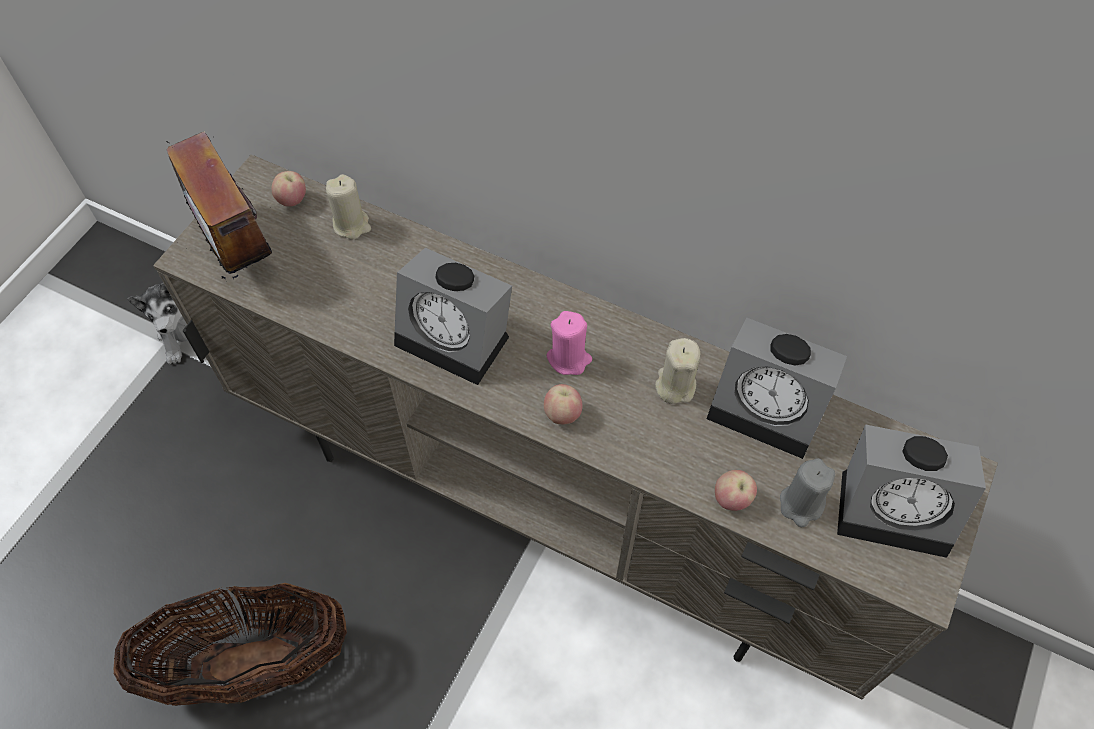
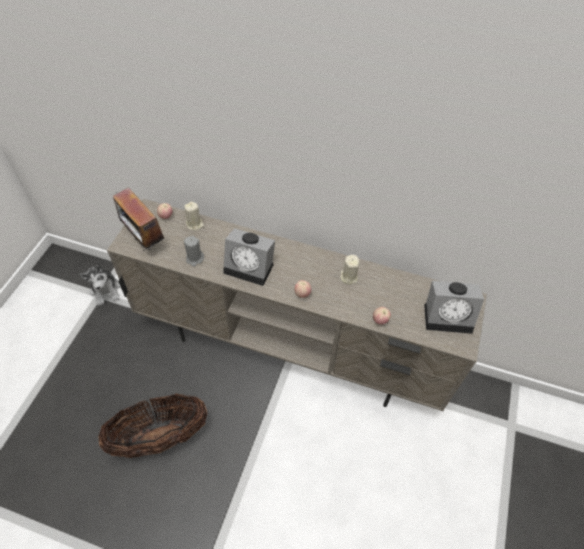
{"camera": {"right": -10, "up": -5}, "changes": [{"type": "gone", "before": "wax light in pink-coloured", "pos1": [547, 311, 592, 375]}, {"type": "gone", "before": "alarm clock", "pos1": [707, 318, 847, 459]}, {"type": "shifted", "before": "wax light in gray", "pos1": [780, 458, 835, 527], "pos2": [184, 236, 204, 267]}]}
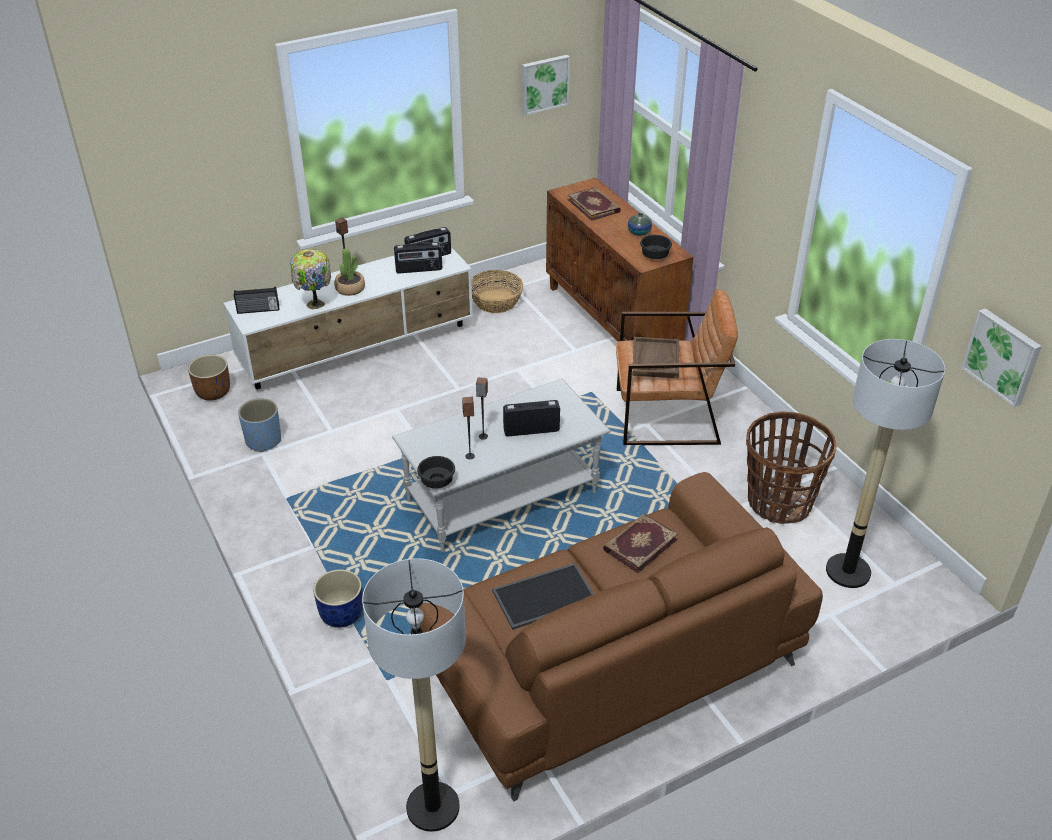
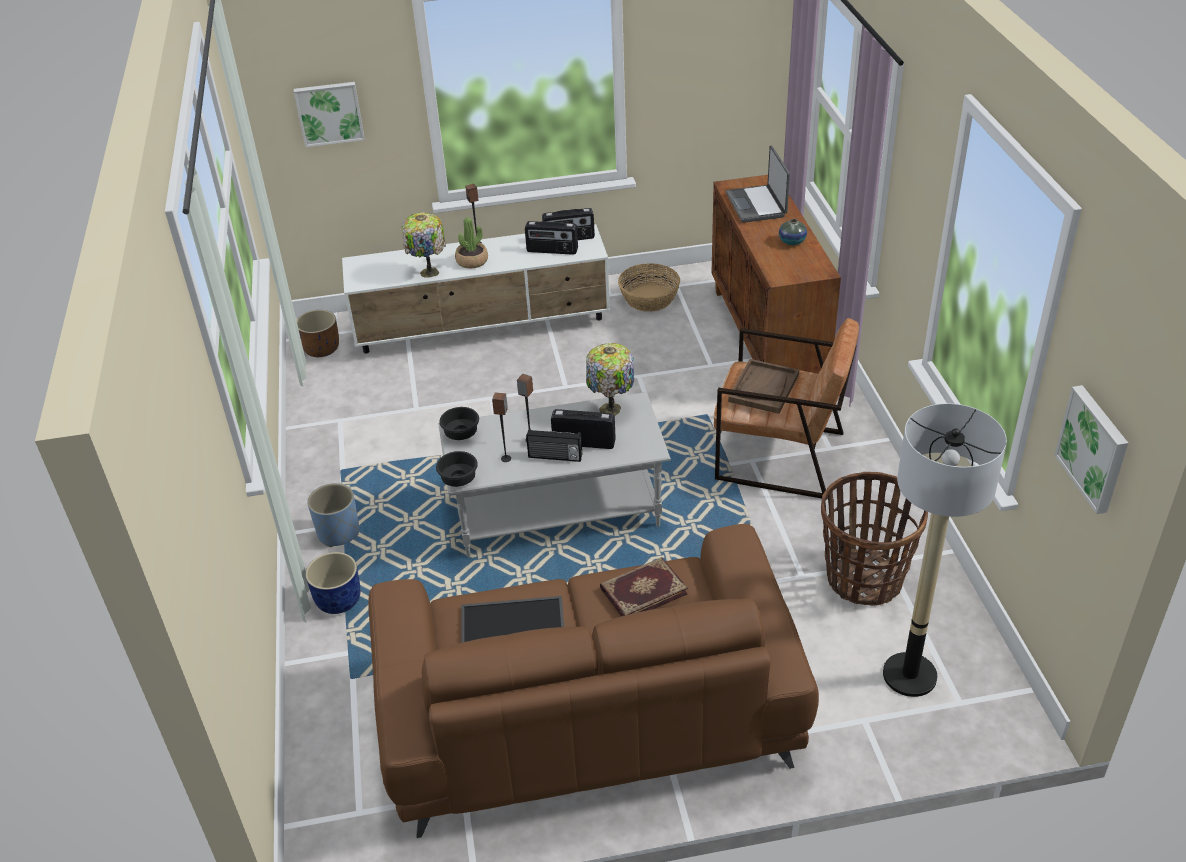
{"camera": {"right": 20, "up": 0}, "changes": [{"type": "shifted", "before": "picture", "pos1": [522, 55, 570, 115], "pos2": [294, 82, 365, 147]}, {"type": "swapped", "before": "book", "after": "portable computer", "pos1": [568, 187, 621, 221], "pos2": [726, 145, 790, 223]}, {"type": "shifted", "before": "deep dish in black", "pos1": [640, 235, 672, 259], "pos2": [439, 407, 479, 440]}, {"type": "shifted", "before": "radio set", "pos1": [234, 287, 279, 314], "pos2": [526, 428, 582, 462]}, {"type": "shifted", "before": "flower pot in blue-coloured", "pos1": [238, 398, 281, 452], "pos2": [307, 483, 359, 547]}, {"type": "gone", "before": "standard lamp", "pos1": [362, 558, 466, 832]}, {"type": "new", "after": "tabletop lamp", "pos2": [586, 343, 634, 416]}]}
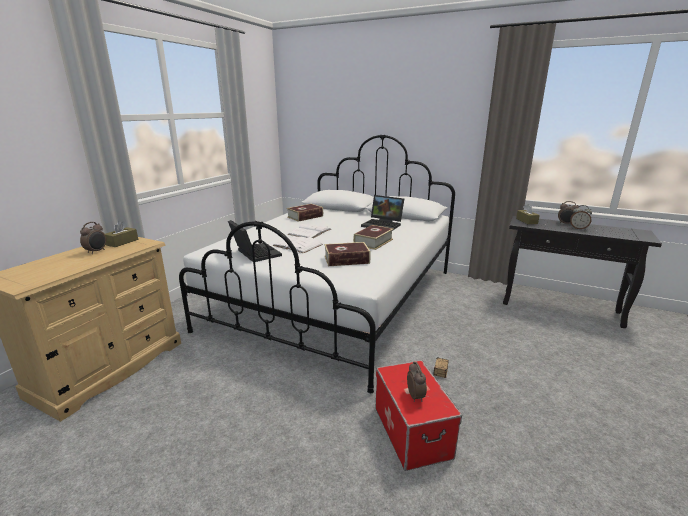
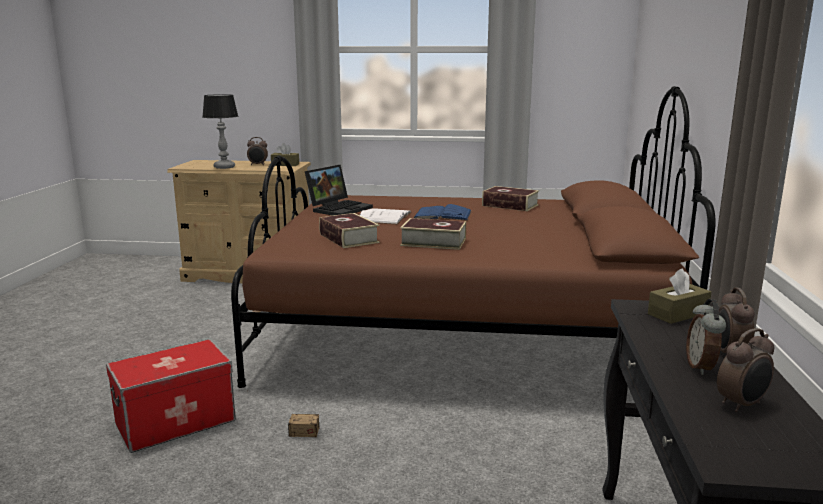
{"camera": {"right": 70, "up": -5}, "changes": [{"type": "repainted", "before": "sleeping bed in white", "after": "sleeping bed in brownish", "pos1": [179, 134, 455, 393], "pos2": [231, 86, 716, 388]}, {"type": "gone", "before": "portable computer", "pos1": [361, 195, 404, 231]}, {"type": "repainted", "before": "book in white", "after": "book in blue-coloured", "pos1": [288, 224, 331, 238], "pos2": [414, 204, 472, 221]}, {"type": "shifted", "before": "alarm clock", "pos1": [407, 362, 427, 402], "pos2": [717, 328, 774, 412]}, {"type": "new", "after": "tabletop lamp", "pos2": [203, 94, 238, 169]}]}
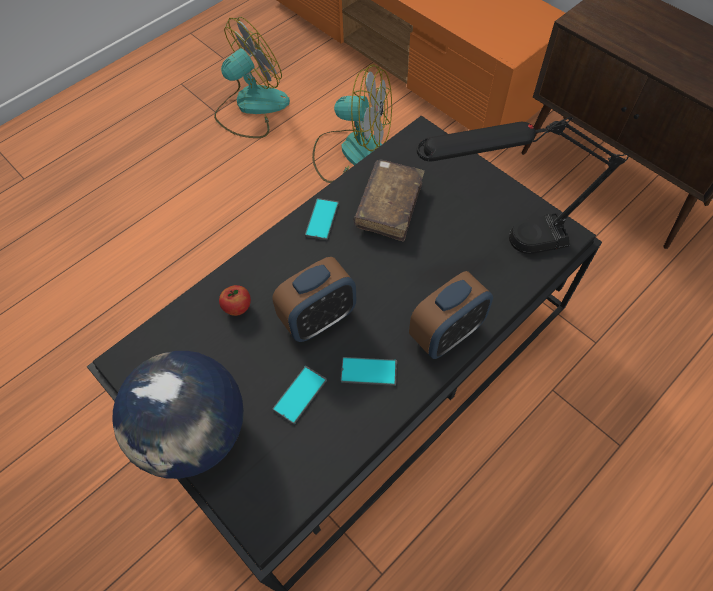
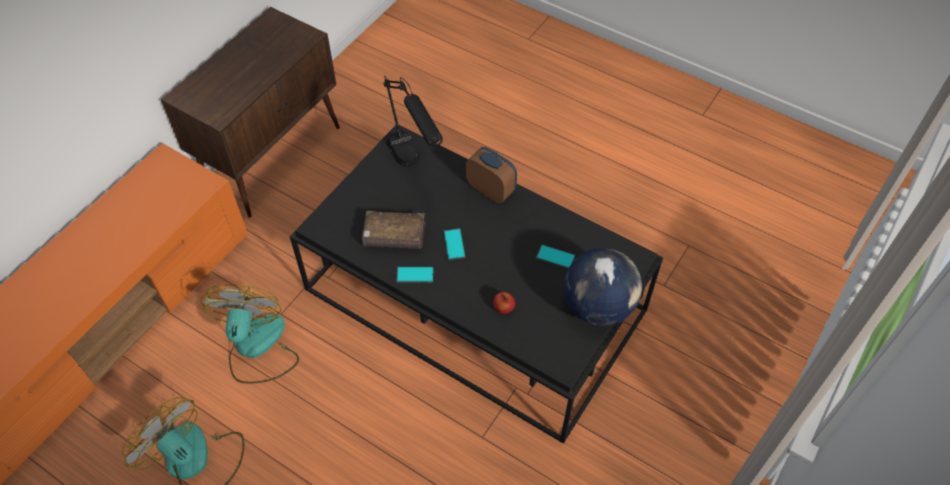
{"camera": {"right": -105, "up": -5}, "changes": [{"type": "gone", "before": "alarm clock", "pos1": [272, 257, 356, 342]}, {"type": "shifted", "before": "phone", "pos1": [341, 357, 397, 386], "pos2": [444, 228, 466, 260]}]}
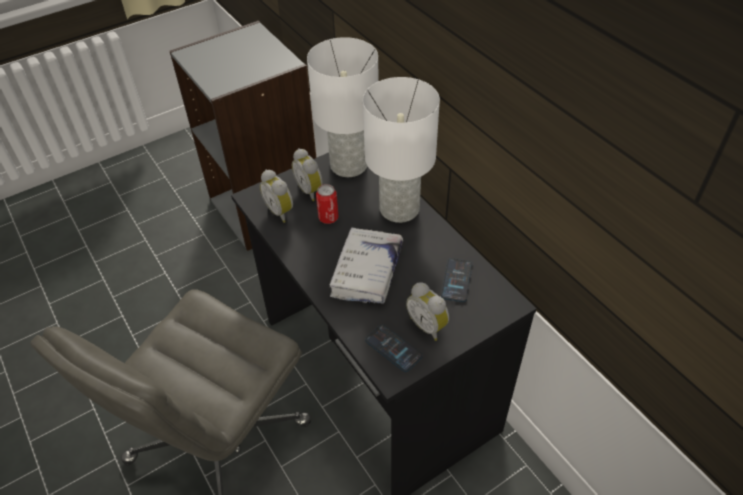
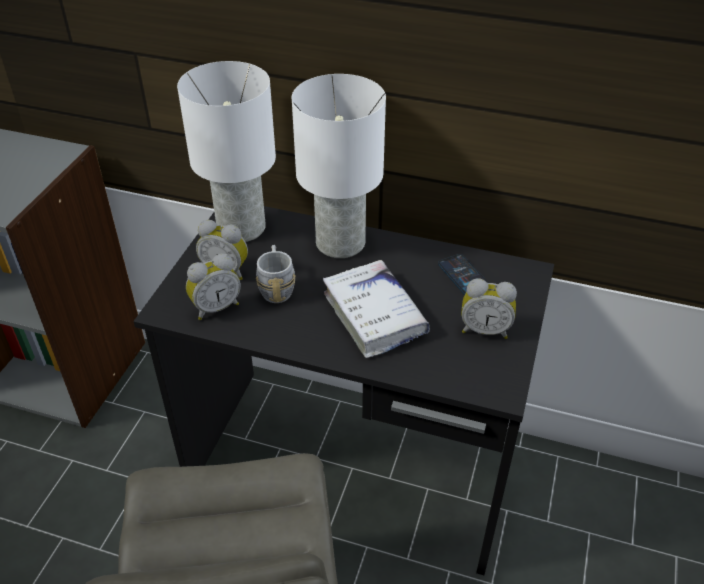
{"camera": {"right": -40, "up": -5}, "changes": [{"type": "rotated", "before": "alarm clock", "pos1": [259, 170, 293, 223], "pos2": [186, 253, 241, 320], "turn": -45}, {"type": "swapped", "before": "can", "after": "tea mug in gray", "pos1": [316, 184, 338, 224], "pos2": [256, 245, 296, 303]}, {"type": "gone", "before": "phone", "pos1": [365, 324, 423, 372]}]}
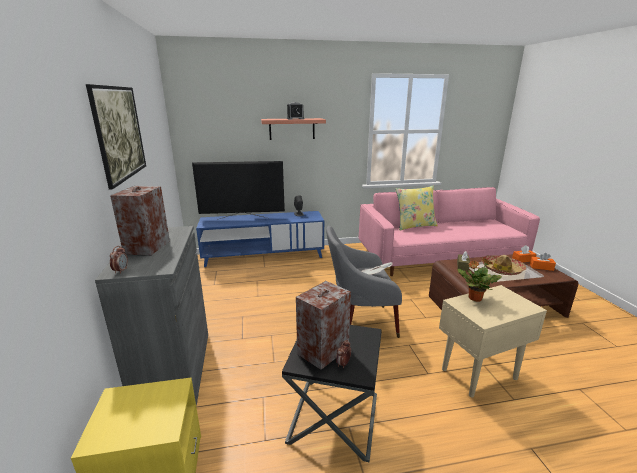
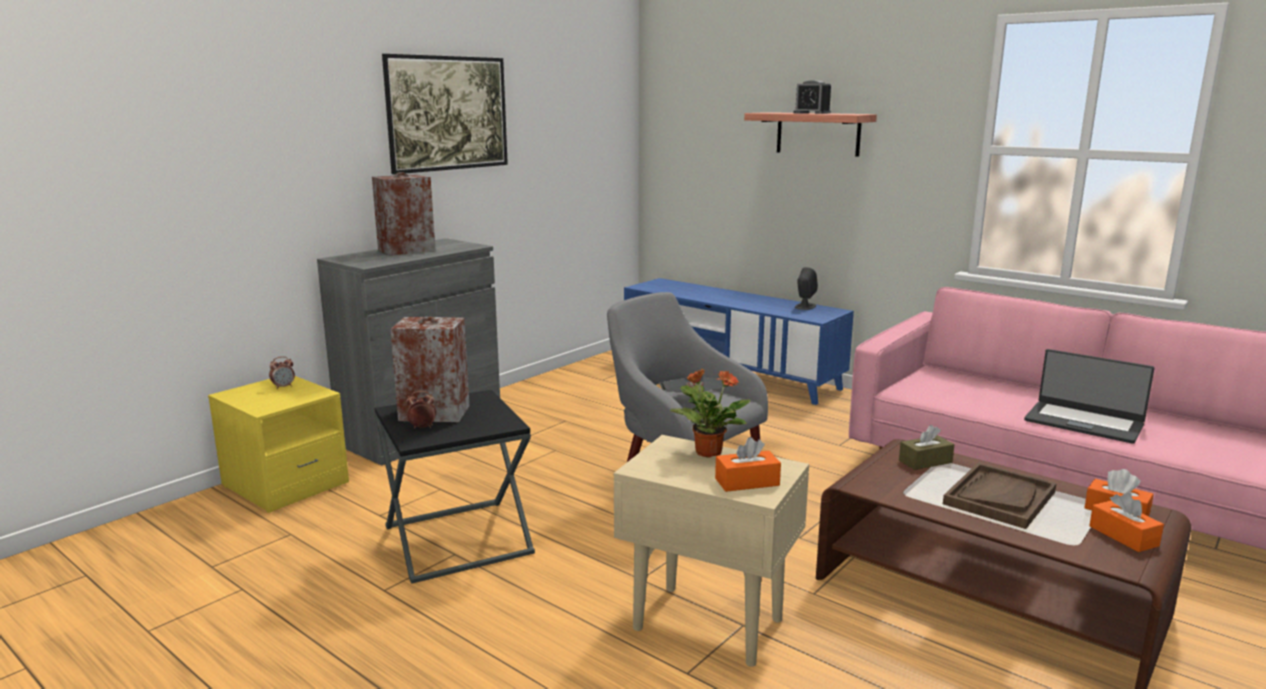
{"camera": {"right": 50, "up": -5}, "changes": [{"type": "gone", "before": "TV", "pos1": [192, 161, 285, 220]}, {"type": "gone", "before": "pillow in yellow", "pos1": [396, 185, 438, 230]}, {"type": "shifted", "before": "alarm clock", "pos1": [110, 246, 128, 274], "pos2": [269, 356, 295, 389]}, {"type": "swapped", "before": "clothing hat", "after": "serving tray in brownish", "pos1": [482, 255, 526, 275], "pos2": [943, 463, 1057, 529]}, {"type": "new", "after": "portable computer", "pos2": [1024, 349, 1155, 444]}, {"type": "new", "after": "tissue box in orangey", "pos2": [715, 437, 781, 492]}]}
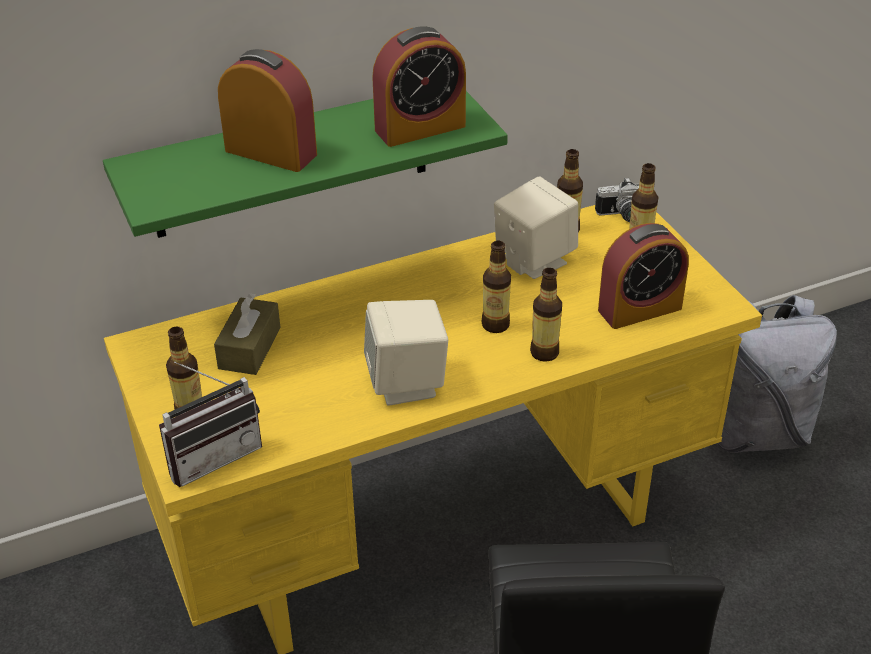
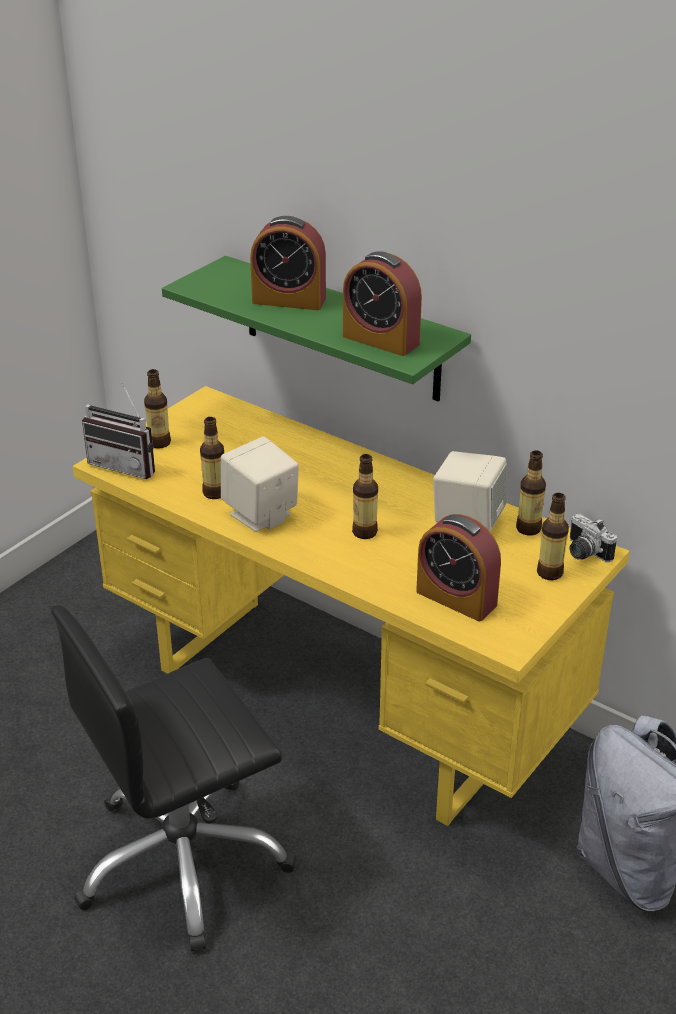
{"camera": {"right": 60, "up": -5}, "changes": [{"type": "rotated", "before": "alarm clock", "pos1": [218, 49, 317, 172], "pos2": [250, 216, 326, 310], "turn": 105}, {"type": "shifted", "before": "beverage bottle", "pos1": [530, 268, 562, 362], "pos2": [200, 417, 224, 499]}, {"type": "gone", "before": "tissue box in brownish", "pos1": [214, 293, 280, 375]}]}
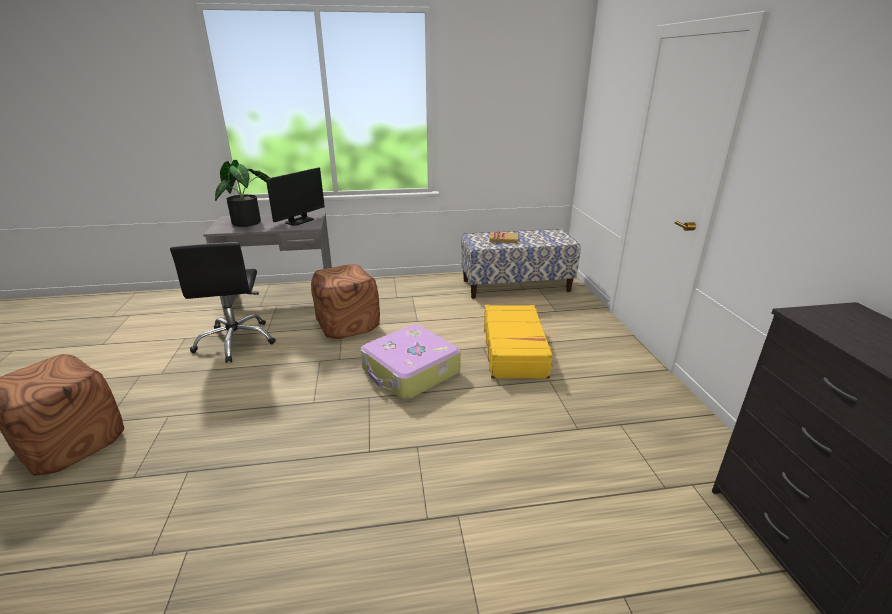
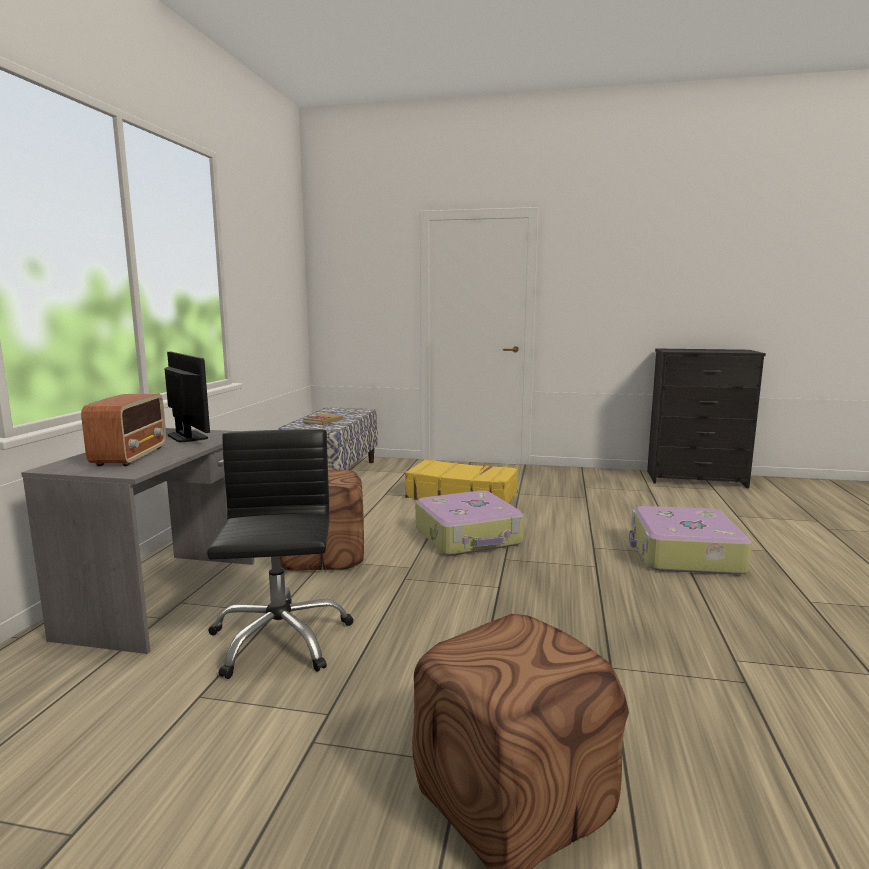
{"camera": {"right": -70, "up": -15}, "changes": [{"type": "swapped", "before": "houseplant", "after": "radio set", "pos1": [215, 160, 270, 227], "pos2": [81, 394, 166, 466]}, {"type": "rotated", "before": "desk chair in black", "pos1": [170, 242, 276, 363], "pos2": [207, 429, 353, 679], "turn": -105}, {"type": "new", "after": "suitcase", "pos2": [629, 506, 752, 575]}]}
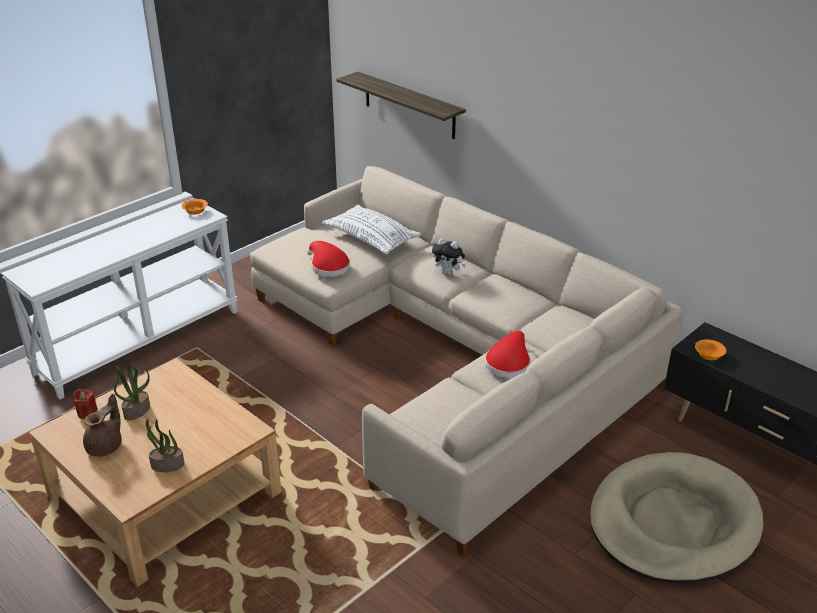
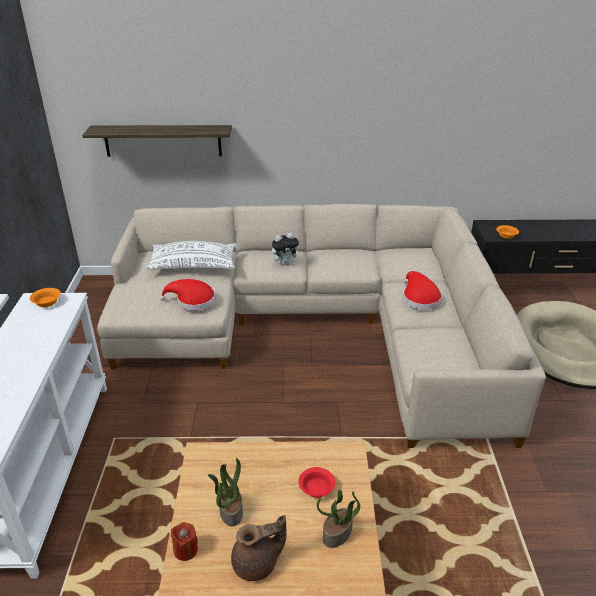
{"camera": {"right": -45, "up": 0}, "changes": [{"type": "rotated", "before": "pot for tea in brownish", "pos1": [83, 394, 122, 457], "pos2": [231, 515, 286, 581], "turn": 90}, {"type": "new", "after": "deep dish in red-coloured", "pos2": [298, 467, 335, 498]}]}
